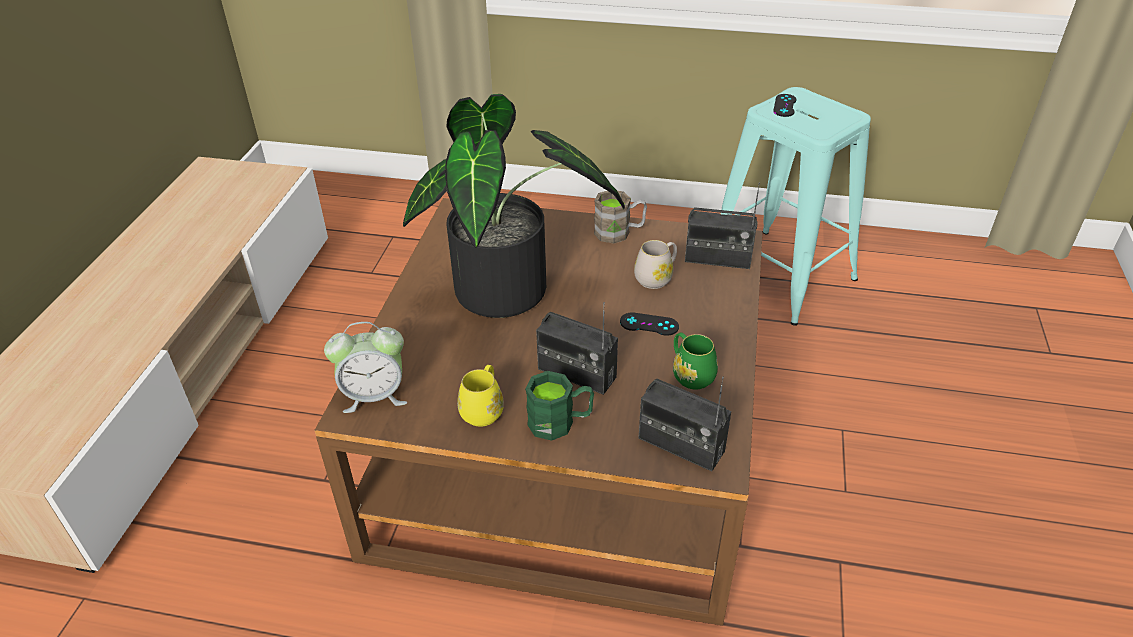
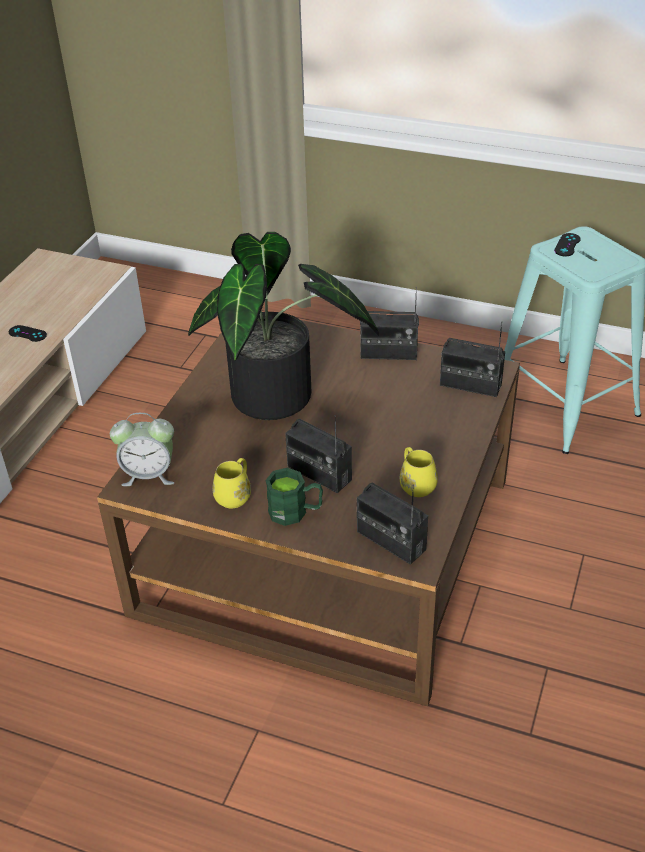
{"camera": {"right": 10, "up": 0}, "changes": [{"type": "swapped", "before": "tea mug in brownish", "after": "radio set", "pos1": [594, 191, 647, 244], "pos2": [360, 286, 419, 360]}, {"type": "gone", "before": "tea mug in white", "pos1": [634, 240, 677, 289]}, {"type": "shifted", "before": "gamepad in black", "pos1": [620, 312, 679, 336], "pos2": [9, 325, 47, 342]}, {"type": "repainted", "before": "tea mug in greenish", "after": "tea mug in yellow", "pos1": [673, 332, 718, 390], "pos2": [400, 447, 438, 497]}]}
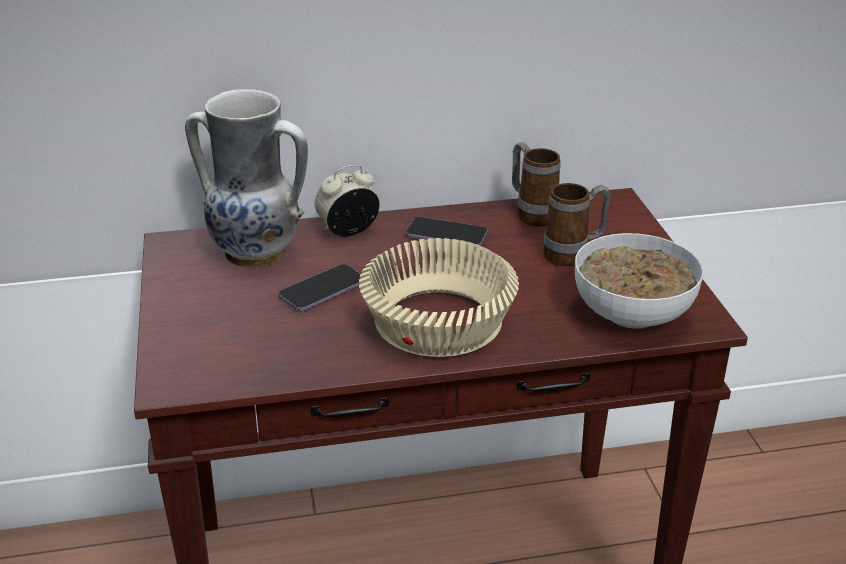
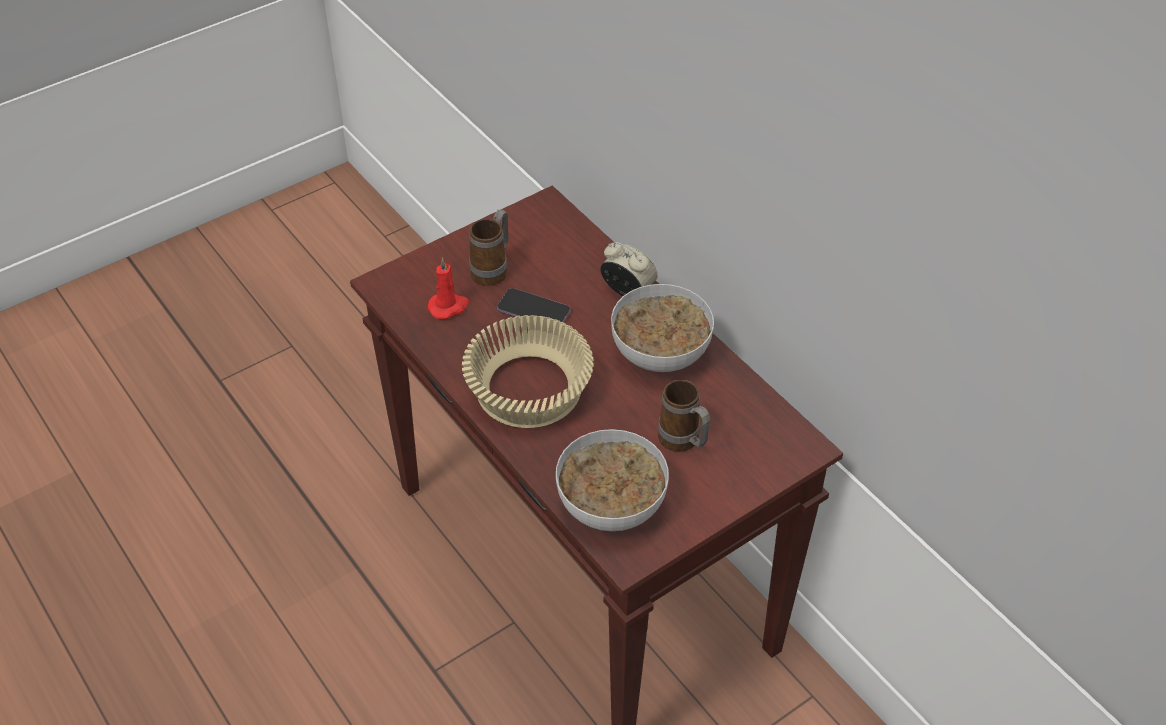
{"camera": {"right": 65, "up": 15}, "changes": [{"type": "gone", "before": "vase", "pos1": [185, 89, 308, 268]}, {"type": "shifted", "before": "tea mug", "pos1": [512, 142, 561, 226], "pos2": [469, 210, 508, 286]}, {"type": "swapped", "before": "phone", "after": "deep dish", "pos1": [406, 217, 488, 246], "pos2": [611, 284, 714, 372]}, {"type": "new", "after": "wax light in red-coloured", "pos2": [428, 257, 469, 319]}]}
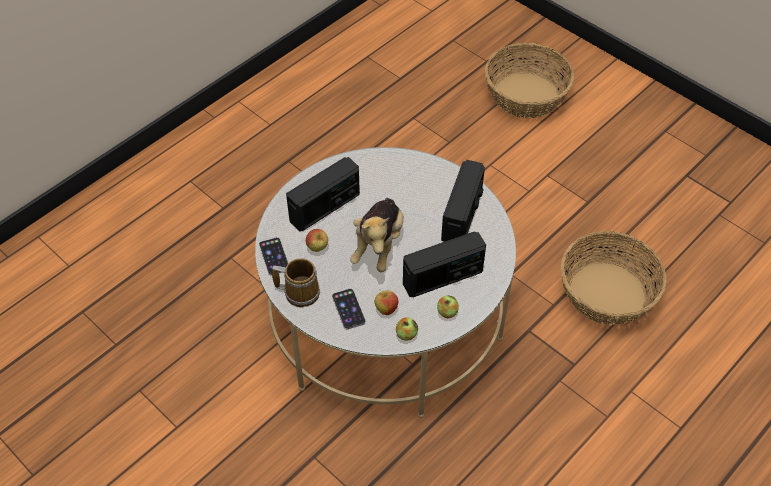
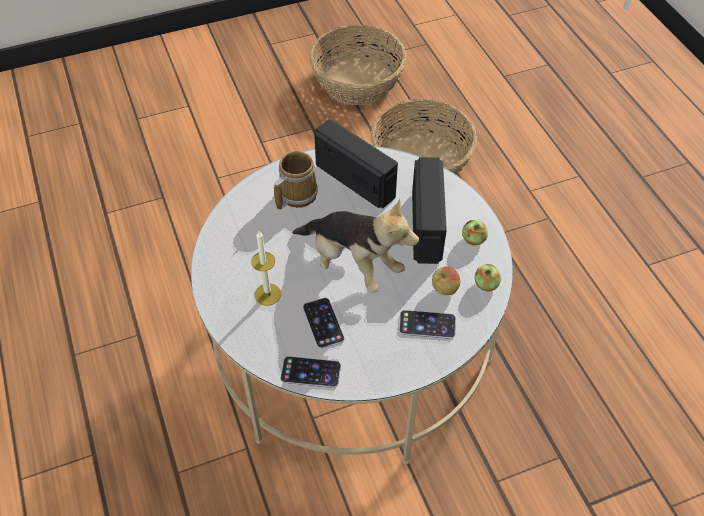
{"camera": {"right": -65, "up": 0}, "changes": [{"type": "shifted", "before": "household basket", "pos1": [485, 43, 574, 118], "pos2": [309, 25, 406, 105]}, {"type": "swapped", "before": "radio set", "after": "wax light", "pos1": [286, 157, 360, 232], "pos2": [251, 231, 281, 306]}, {"type": "swapped", "before": "apple fruit", "after": "phone", "pos1": [306, 229, 328, 252], "pos2": [303, 298, 345, 349]}, {"type": "shifted", "before": "tea mug", "pos1": [272, 258, 320, 307], "pos2": [274, 151, 318, 210]}]}
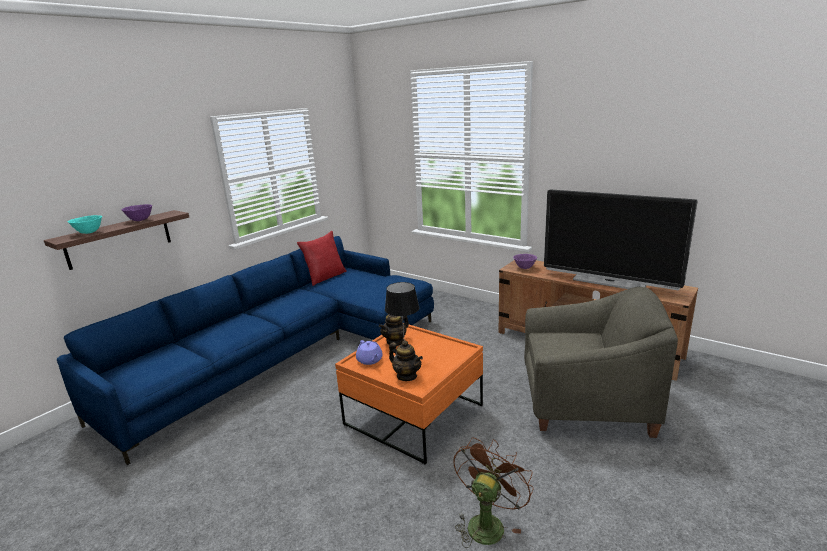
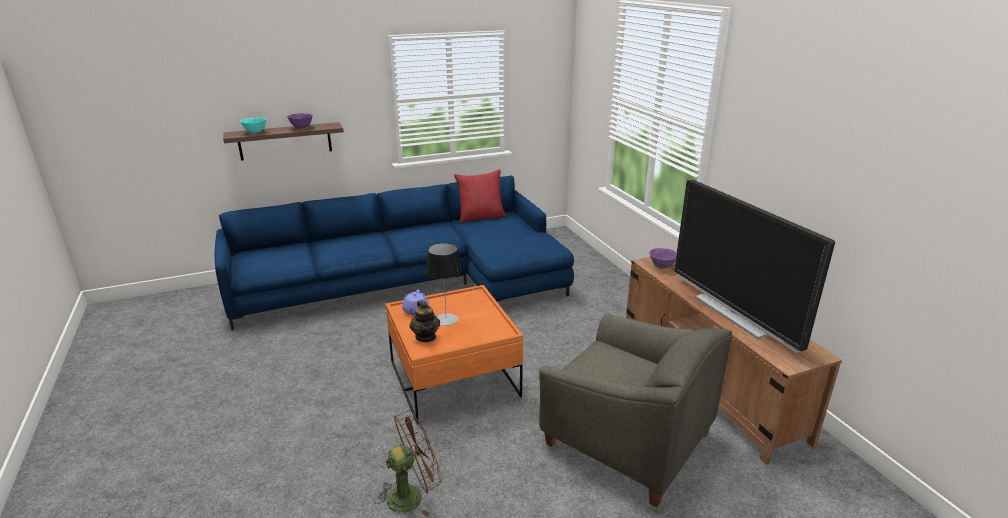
{"camera": {"right": 30, "up": 5}, "changes": [{"type": "gone", "before": "pot for tea", "pos1": [379, 314, 409, 346]}]}
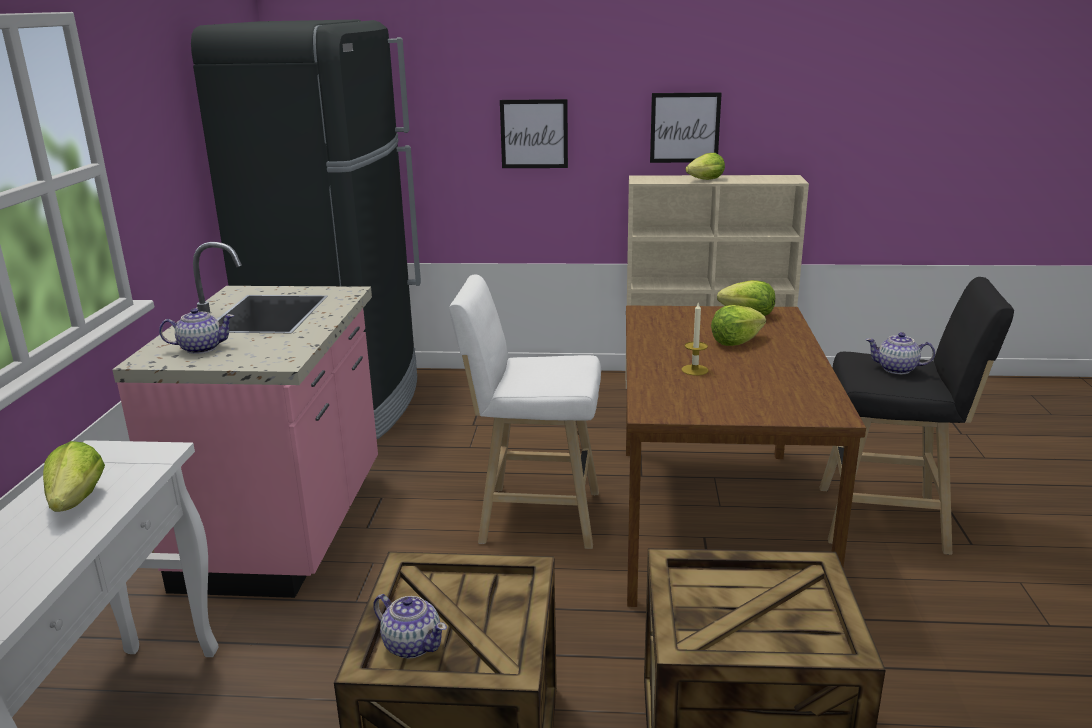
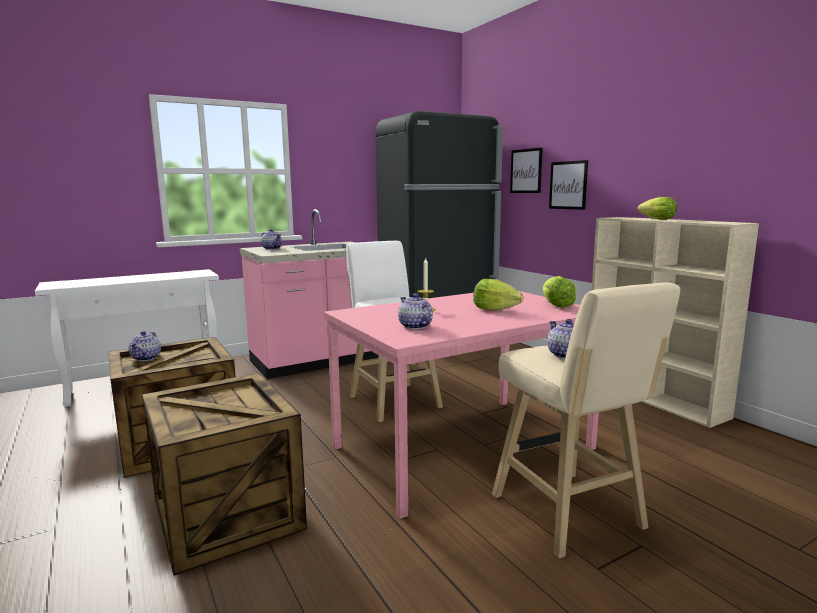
{"camera": {"right": 55, "up": -10}, "changes": [{"type": "shifted", "before": "picture", "pos1": [650, 92, 722, 163], "pos2": [510, 148, 543, 193]}, {"type": "repainted", "before": "stool seat in black", "after": "stool seat in beige", "pos1": [819, 277, 1014, 555], "pos2": [492, 283, 680, 558]}, {"type": "repainted", "before": "kitchen table in brownish", "after": "kitchen table in pink-coloured", "pos1": [626, 306, 866, 607], "pos2": [324, 291, 599, 519]}, {"type": "gone", "before": "head of lettuce", "pos1": [43, 441, 105, 512]}, {"type": "new", "after": "pot for tea", "pos2": [398, 293, 433, 329]}]}
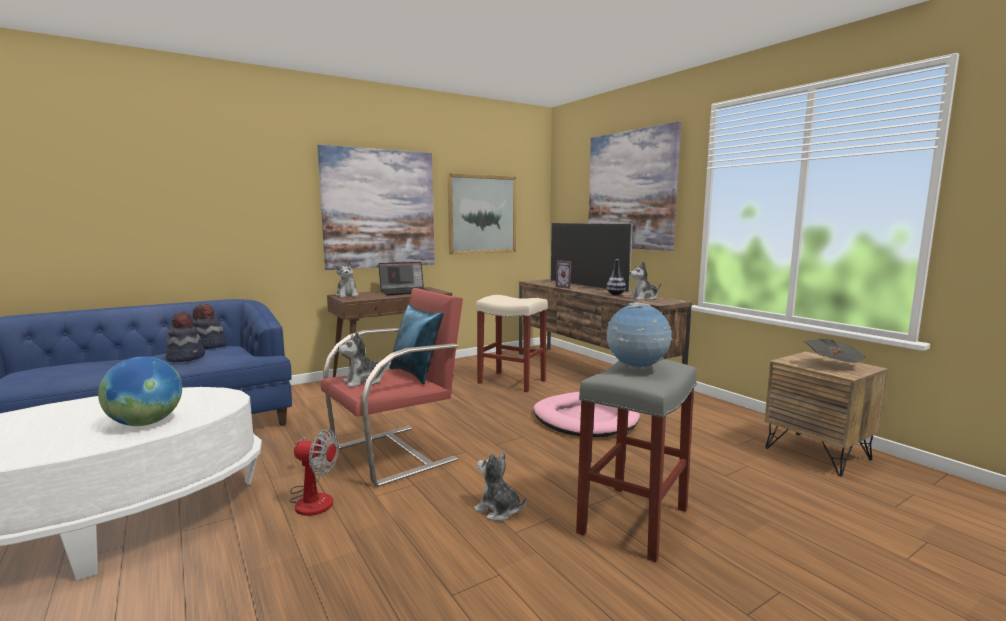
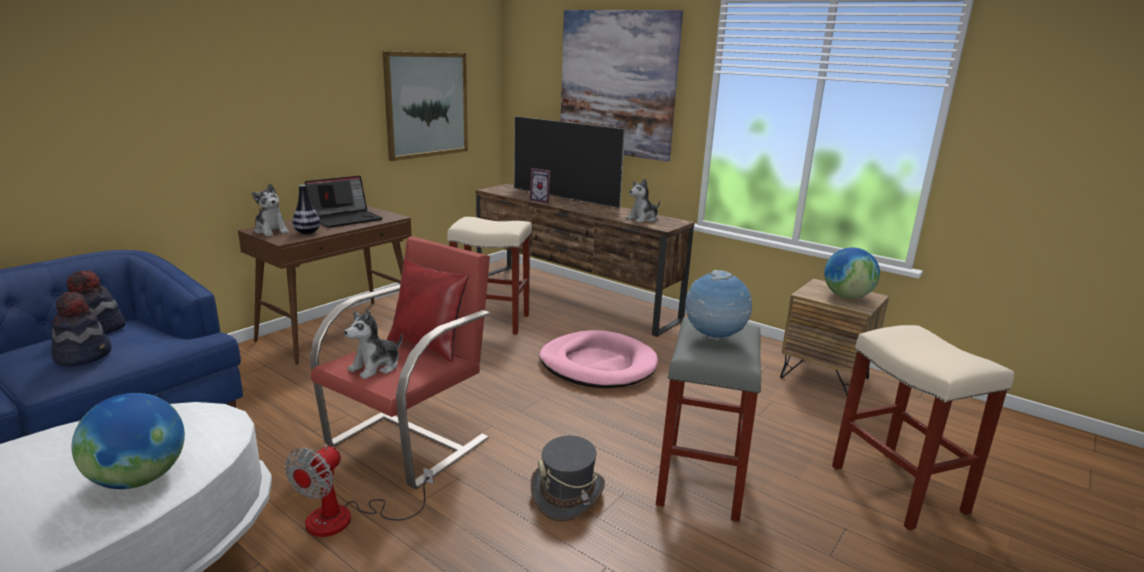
{"camera": {"right": -20, "up": 10}, "changes": [{"type": "gone", "before": "picture", "pos1": [317, 145, 435, 270]}, {"type": "shifted", "before": "vase", "pos1": [607, 260, 626, 295], "pos2": [292, 185, 320, 235]}, {"type": "repainted", "before": "pillow in blue-coloured", "after": "pillow in red-coloured", "pos1": [389, 304, 444, 384], "pos2": [387, 259, 469, 362]}, {"type": "swapped", "before": "printed paper", "after": "world globe", "pos1": [804, 339, 866, 363], "pos2": [824, 247, 880, 299]}, {"type": "rotated", "before": "electric fan", "pos1": [289, 429, 339, 516], "pos2": [285, 445, 433, 537], "turn": 120}, {"type": "swapped", "before": "plush toy", "after": "clothing hat in gray", "pos1": [474, 452, 527, 521], "pos2": [531, 436, 605, 522]}, {"type": "new", "after": "stool seat in beige", "pos2": [832, 325, 1014, 530]}]}
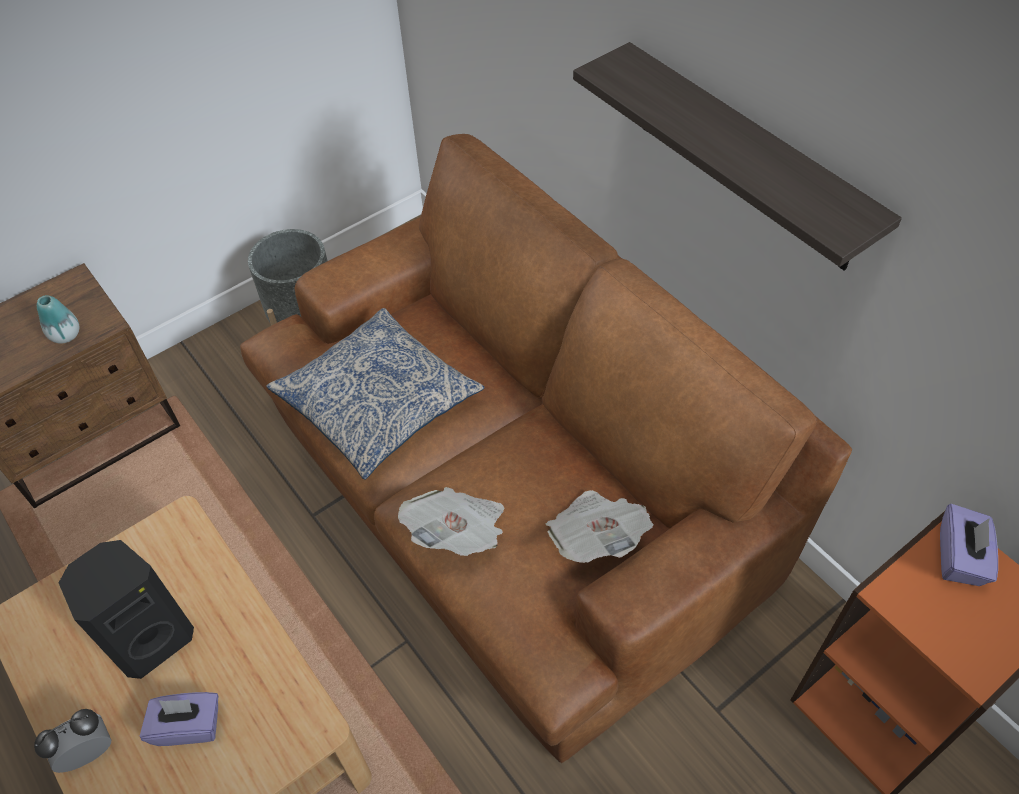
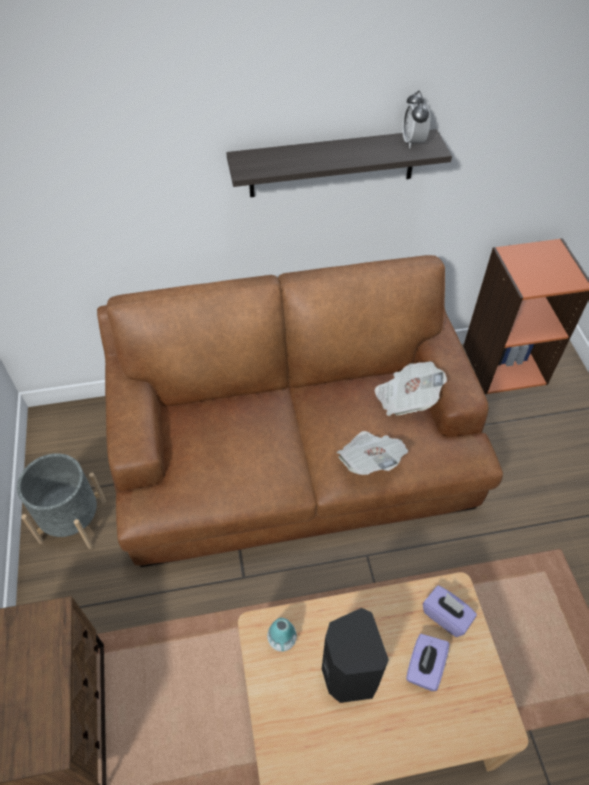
{"camera": {"right": -65, "up": 0}, "changes": [{"type": "shifted", "before": "vase", "pos1": [37, 295, 79, 344], "pos2": [267, 618, 297, 652]}, {"type": "gone", "before": "pillow", "pos1": [267, 308, 484, 480]}, {"type": "shifted", "before": "tissue box in purple", "pos1": [940, 504, 998, 586], "pos2": [423, 585, 477, 637]}, {"type": "shifted", "before": "alarm clock", "pos1": [34, 709, 111, 773], "pos2": [402, 91, 431, 148]}]}
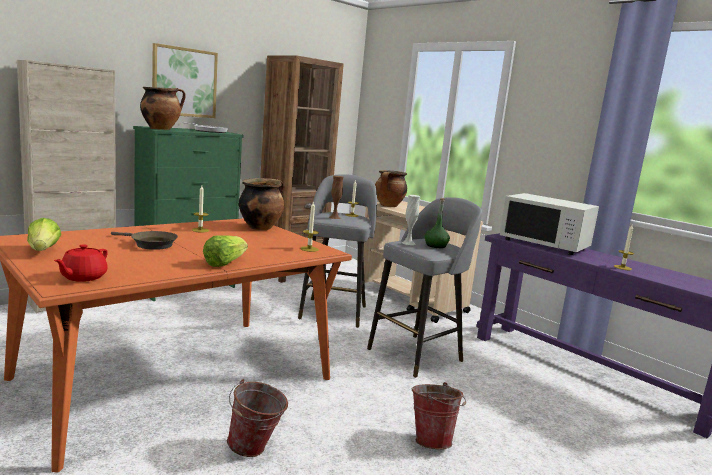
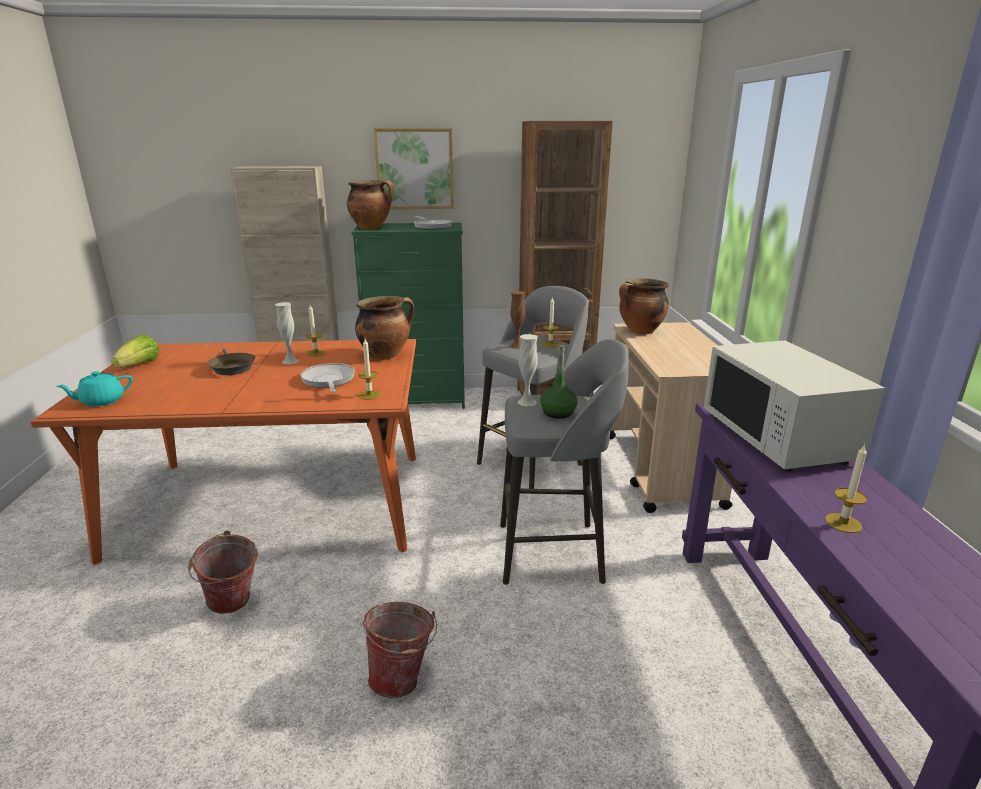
{"camera": {"right": 40, "up": 10}, "changes": [{"type": "gone", "before": "head of lettuce", "pos1": [203, 235, 248, 267]}, {"type": "repainted", "before": "pot for tea in red-coloured", "after": "pot for tea in turquoise-coloured", "pos1": [54, 244, 108, 282], "pos2": [56, 371, 133, 406]}, {"type": "new", "after": "vase in white", "pos2": [275, 302, 299, 364]}, {"type": "new", "after": "frying pan", "pos2": [300, 363, 355, 392]}]}
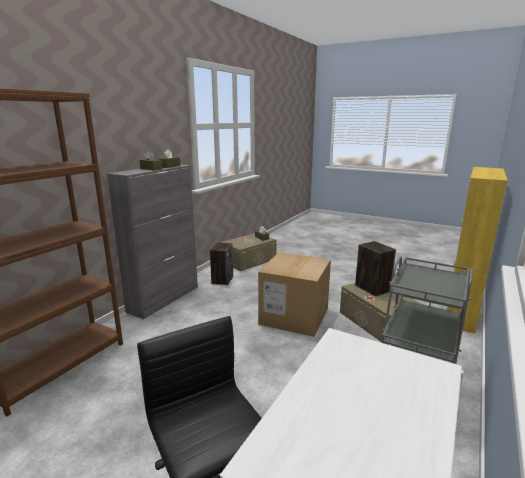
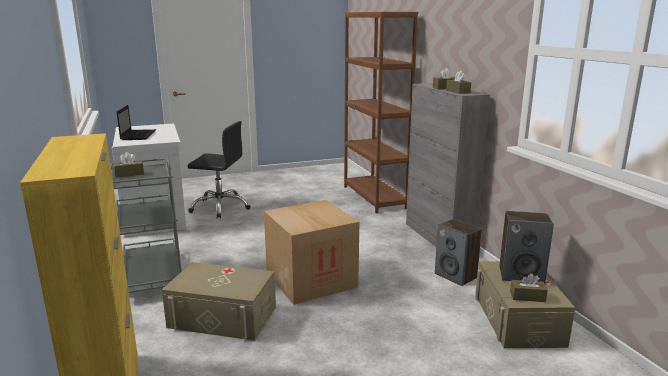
{"camera": {"right": 130, "up": 0}, "changes": [{"type": "shifted", "before": "loudspeaker", "pos1": [355, 241, 396, 296], "pos2": [499, 211, 554, 284]}, {"type": "new", "after": "portable computer", "pos2": [117, 105, 156, 140]}, {"type": "new", "after": "tissue box in brownish", "pos2": [114, 152, 144, 178]}]}
